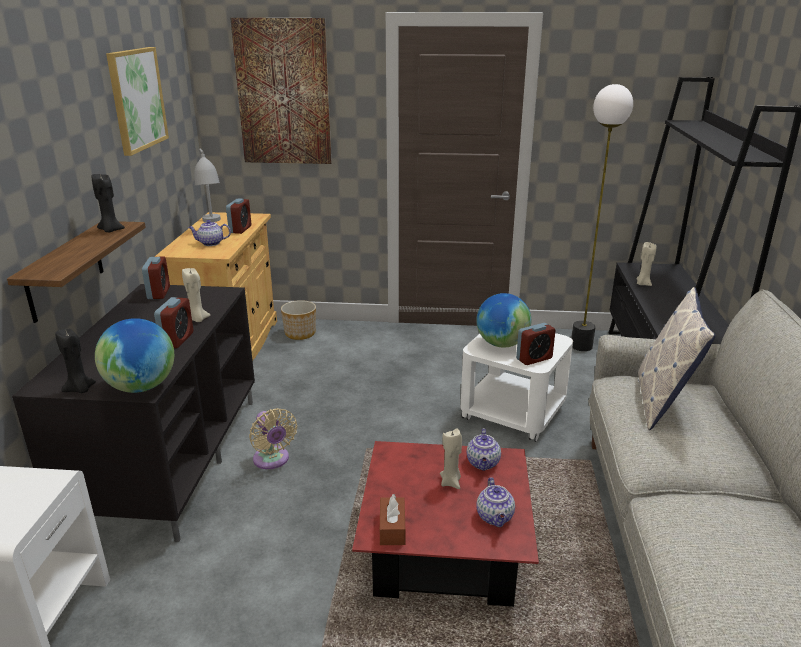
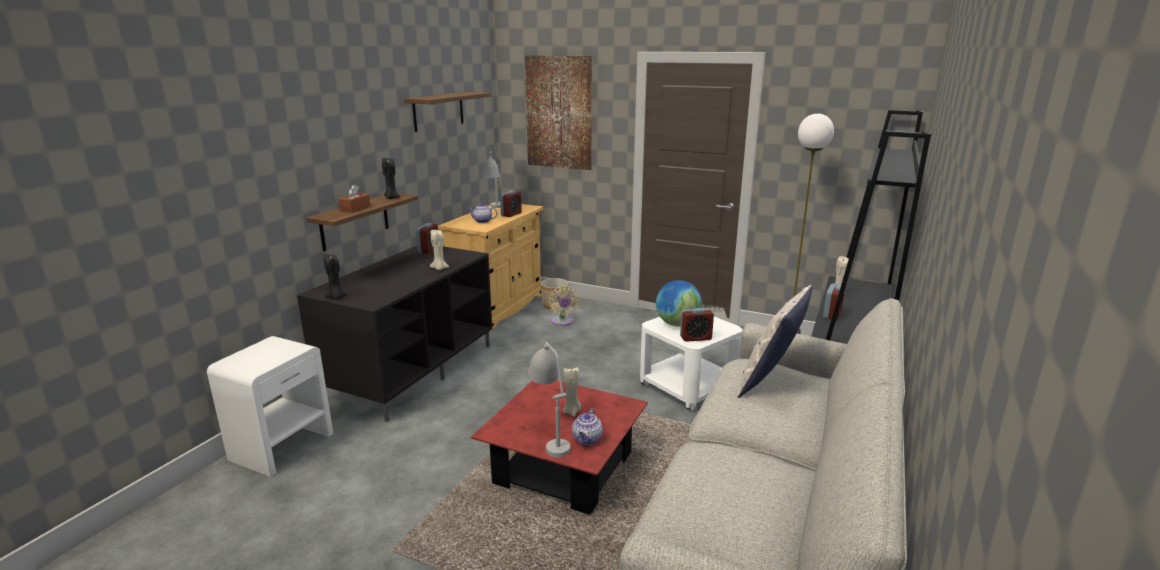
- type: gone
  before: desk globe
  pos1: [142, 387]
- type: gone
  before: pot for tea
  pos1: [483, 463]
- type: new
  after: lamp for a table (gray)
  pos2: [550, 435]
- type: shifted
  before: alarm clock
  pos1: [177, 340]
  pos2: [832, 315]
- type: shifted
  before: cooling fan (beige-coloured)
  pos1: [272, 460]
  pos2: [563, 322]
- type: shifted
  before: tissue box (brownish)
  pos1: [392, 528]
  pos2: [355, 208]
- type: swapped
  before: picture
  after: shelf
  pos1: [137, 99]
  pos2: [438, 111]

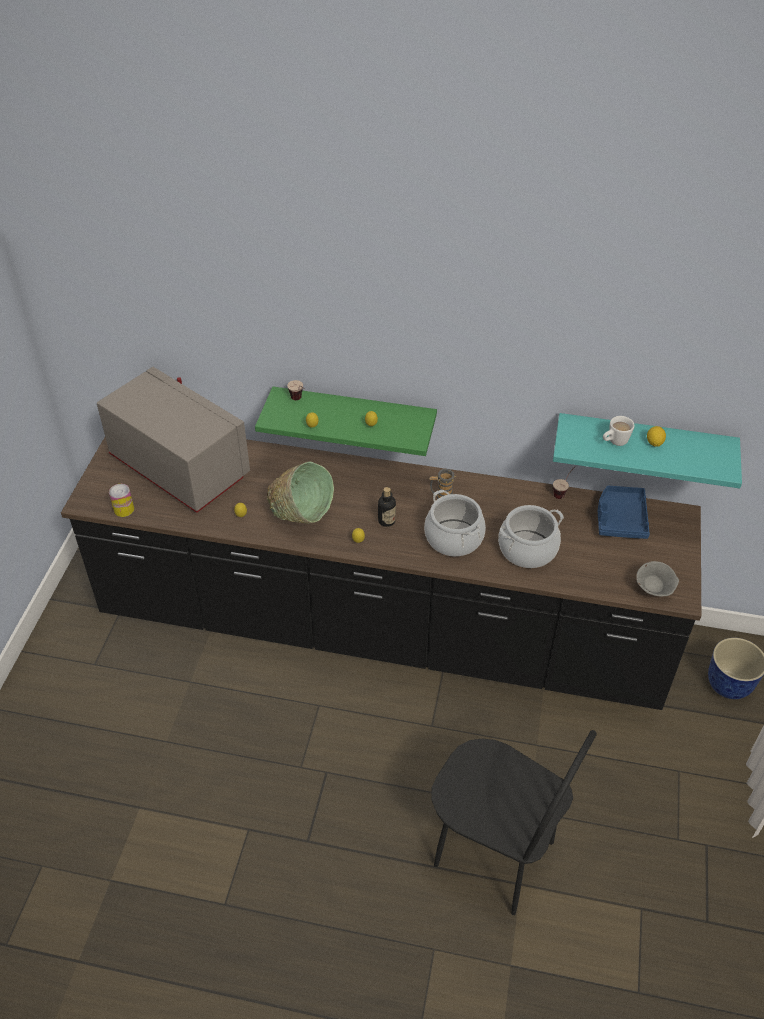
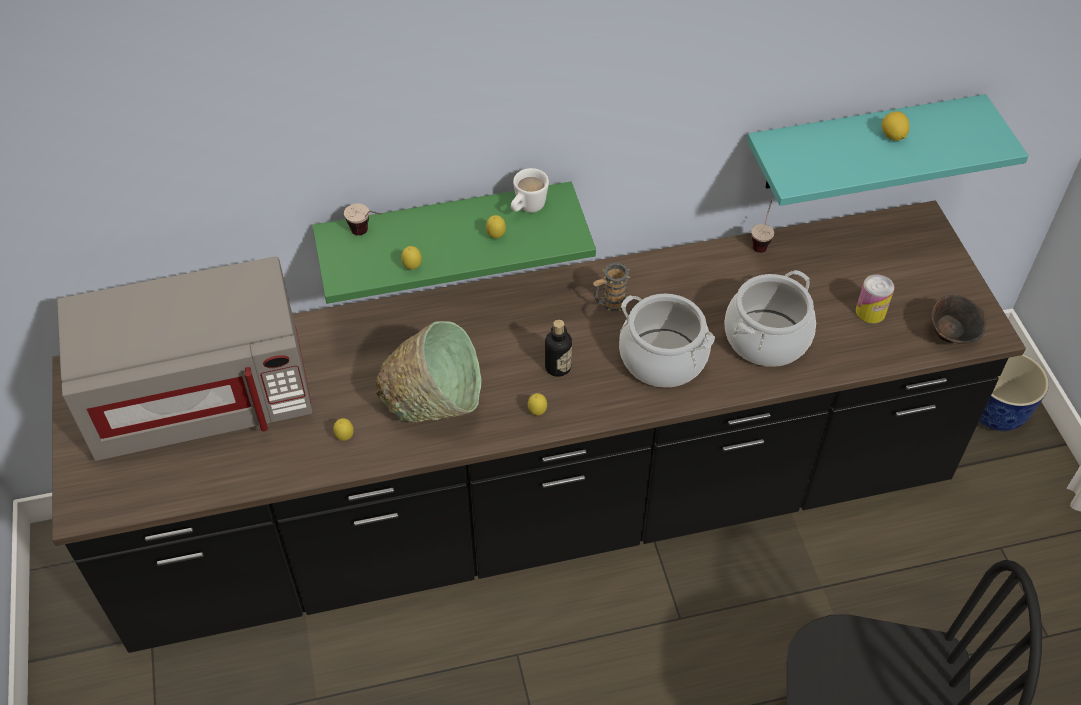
- type: gone
  before: carrying tray (bluish)
  pos1: [620, 519]
- type: shifted
  before: metal can
  pos1: [124, 509]
  pos2: [870, 312]
- type: shifted
  before: coffee mug (white-coloured)
  pos1: [614, 442]
  pos2: [527, 208]
- type: repainted
  before: deep dish (gray)
  after: deep dish (brownish)
  pos1: [654, 590]
  pos2: [951, 334]
- type: rotated
  before: microwave oven (gray)
  pos1: [178, 467]
  pos2: [203, 397]
  turn: 150

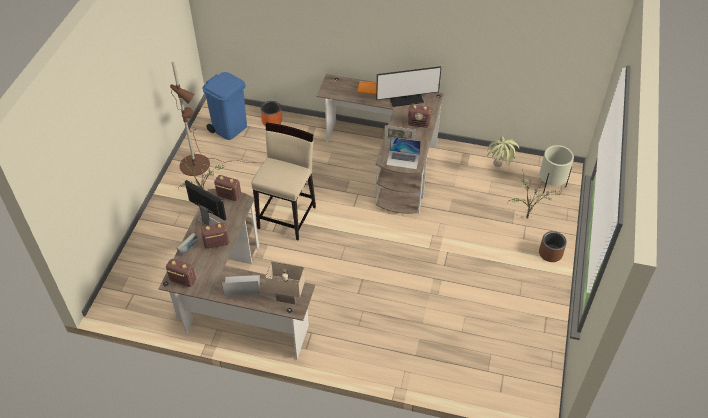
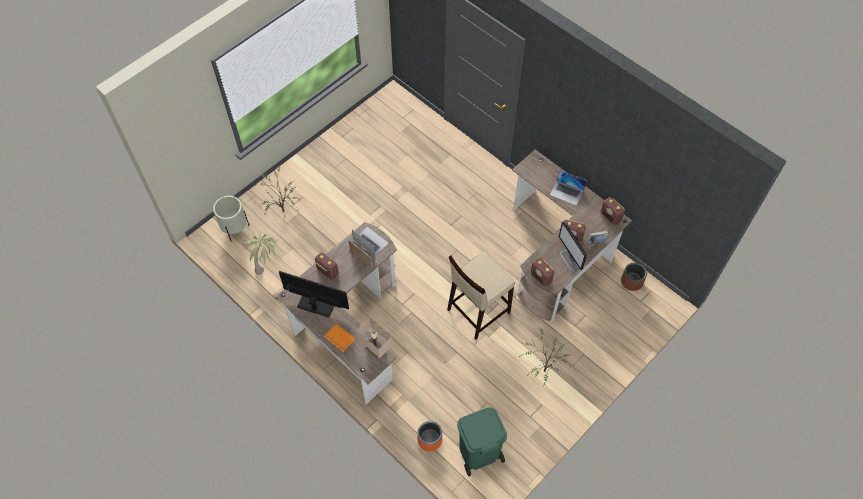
- type: gone
  before: standard lamp (brownish)
  pos1: [202, 164]
- type: shifted
  before: lamp for a table (beige-coloured)
  pos1: [288, 297]
  pos2: [375, 350]
- type: shifted
  before: flower pot (brownish)
  pos1: [550, 253]
  pos2: [632, 281]
- type: repainted
  before: waste bin (bluish)
  after: waste bin (greenish)
  pos1: [230, 128]
  pos2: [478, 453]

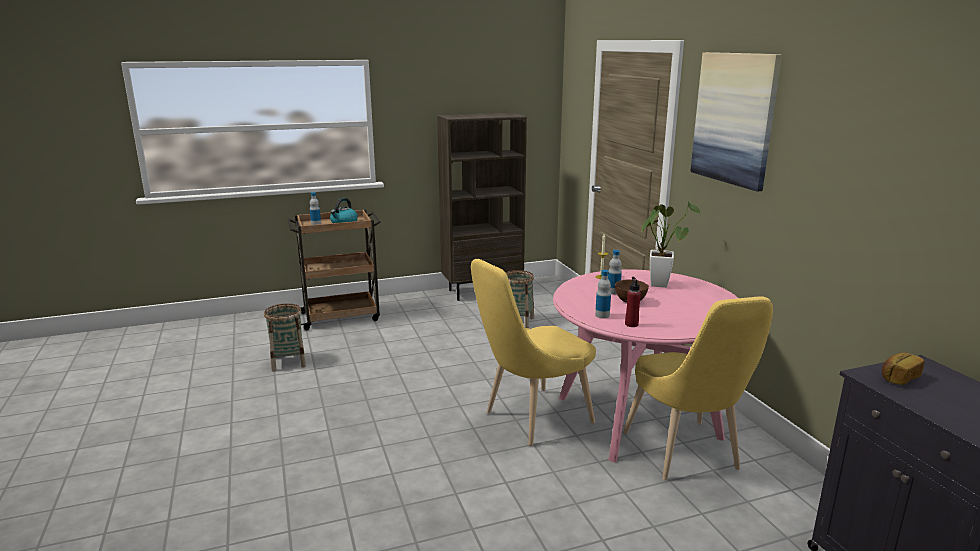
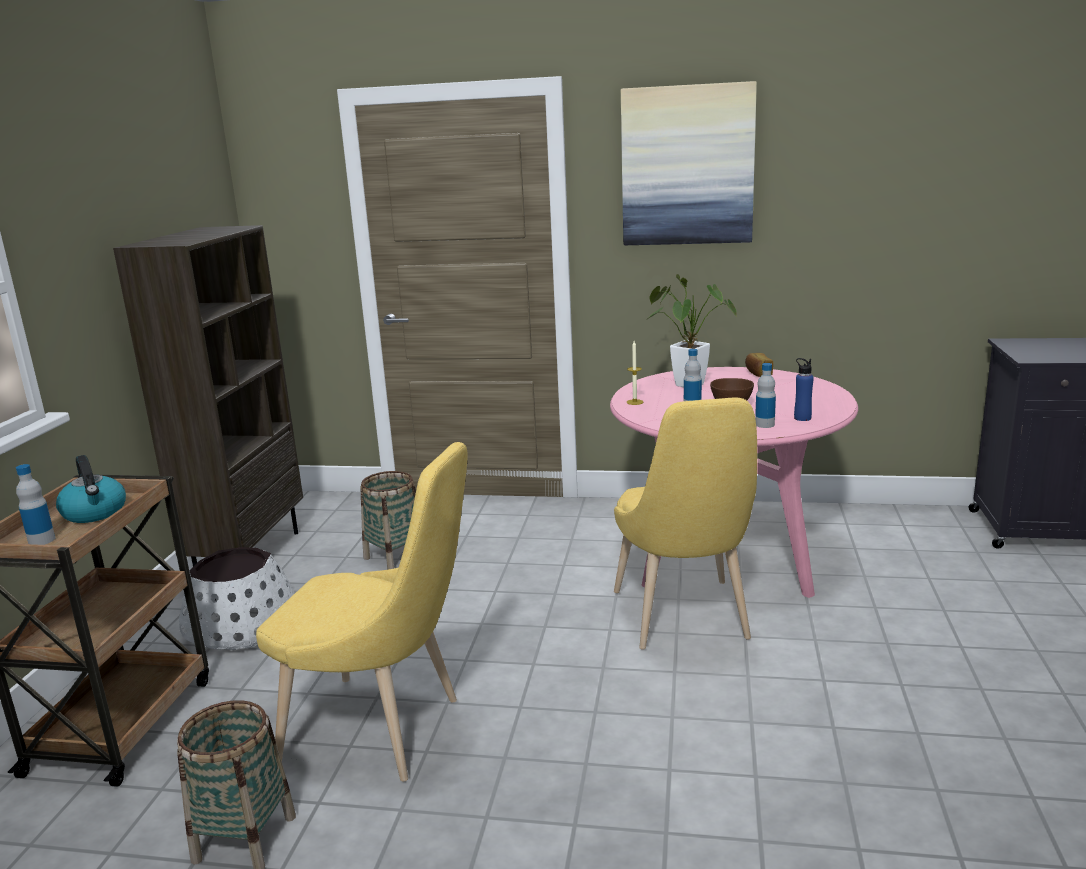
- type: new
  after: flower pot (white-coloured)
  pos2: [242, 628]
- type: shifted
  before: plain chair (yellowish)
  pos1: [685, 455]
  pos2: [383, 731]
- type: shifted
  before: baked bread
  pos1: [898, 377]
  pos2: [757, 373]
- type: repainted
  before: beverage bottle (red)
  after: beverage bottle (bluish)
  pos1: [631, 324]
  pos2: [802, 418]

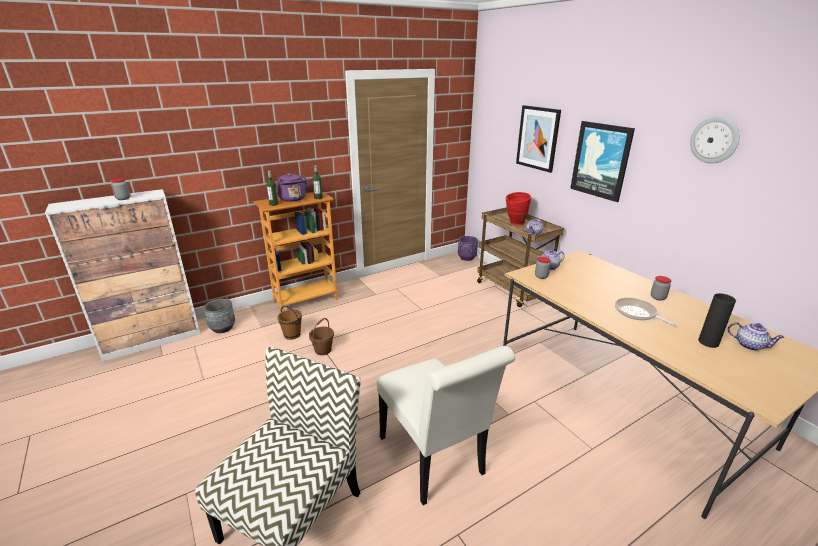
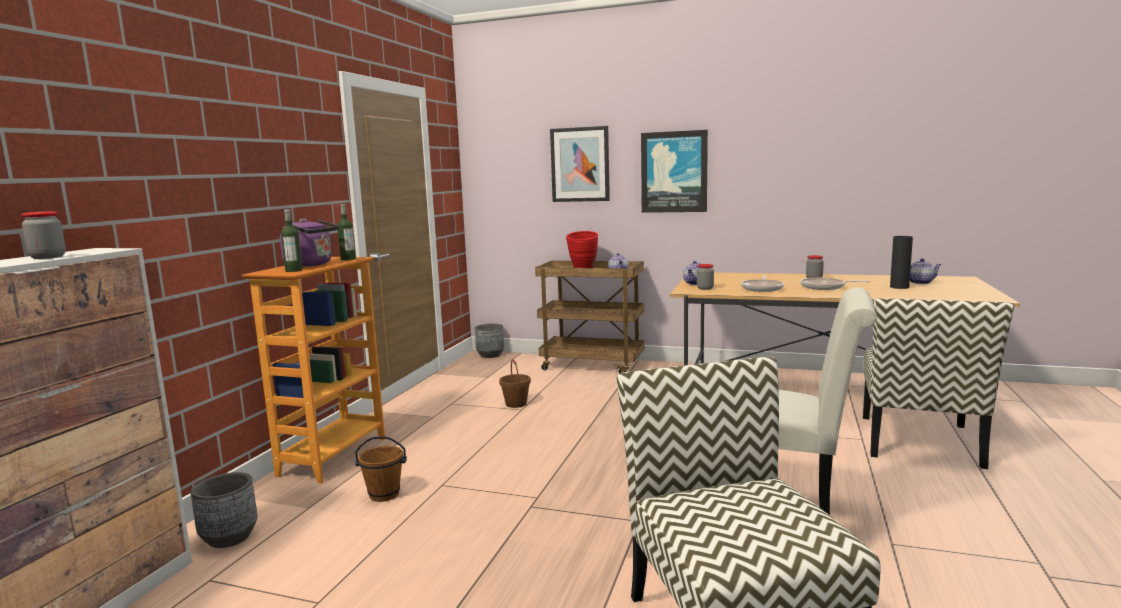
- type: gone
  before: wall clock
  pos1: [714, 140]
- type: new
  after: skillet
  pos2: [762, 288]
- type: new
  after: plain chair
  pos2: [920, 441]
- type: shifted
  before: pail (brownish)
  pos1: [323, 350]
  pos2: [515, 404]
- type: repainted
  before: flower pot (purplish)
  after: flower pot (gray)
  pos1: [466, 258]
  pos2: [490, 355]

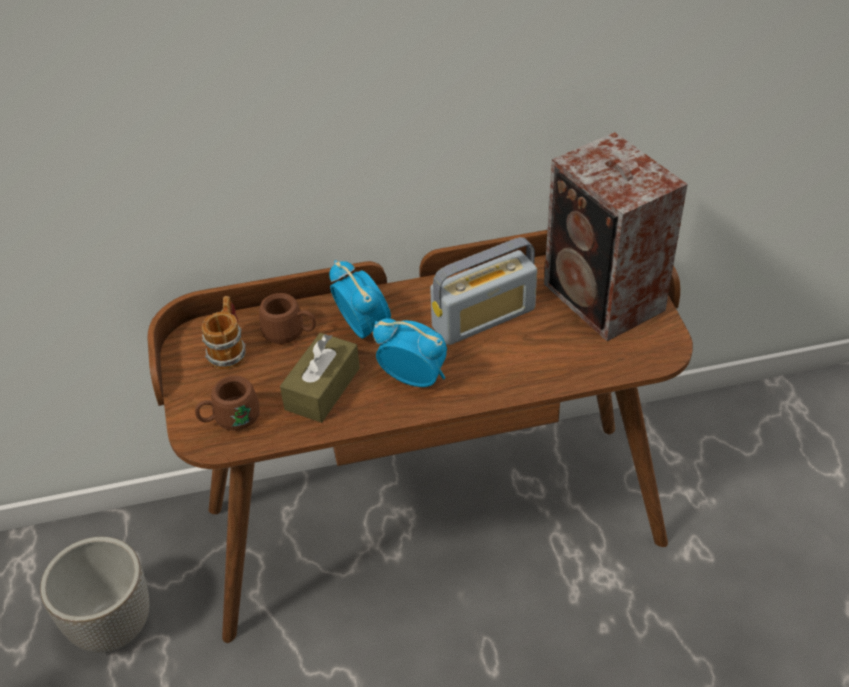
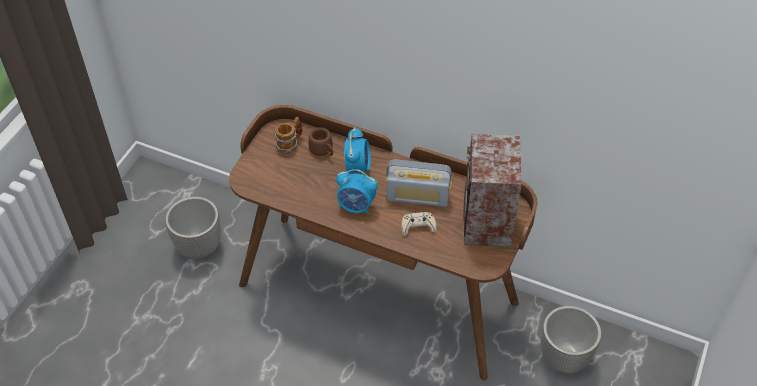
- type: gone
  before: coffee mug (brownish)
  pos1: [230, 419]
- type: gone
  before: tissue box (brownish)
  pos1: [322, 388]
- type: new
  after: game controller (beige-coloured)
  pos2: [418, 227]
- type: new
  after: flower pot
  pos2: [564, 358]
- type: rotated
  before: alarm clock
  pos1: [413, 378]
  pos2: [356, 207]
  turn: 135

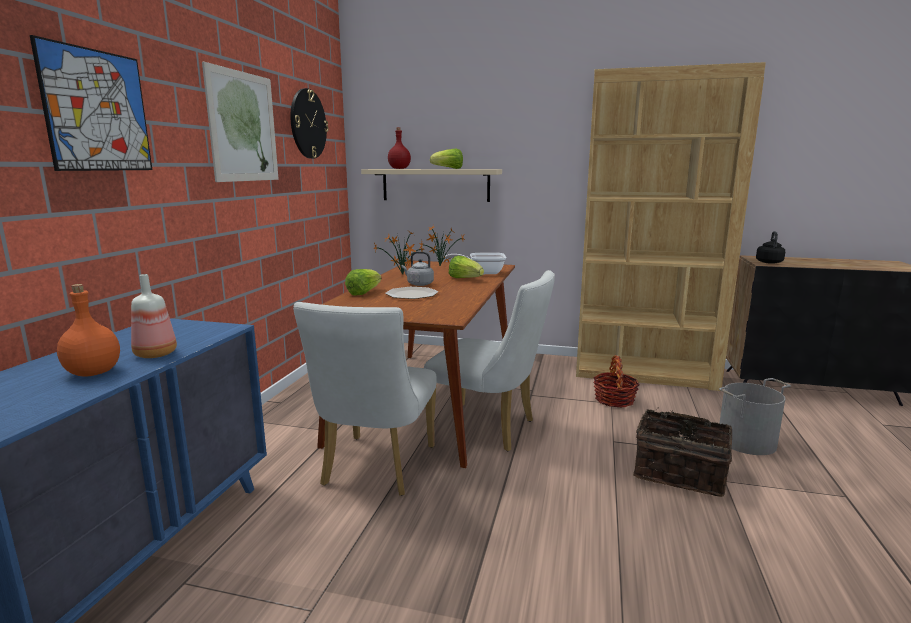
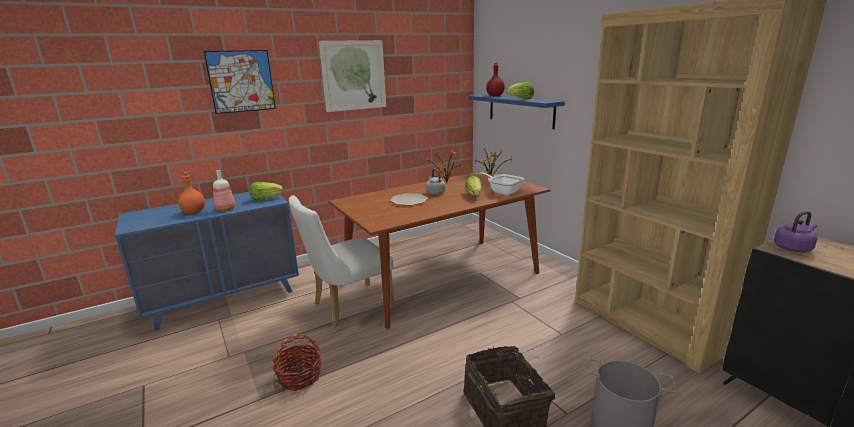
- type: gone
  before: wall clock
  pos1: [308, 124]
- type: gone
  before: plain chair (white-coloured)
  pos1: [490, 429]
- type: shifted
  before: lettuce
  pos1: [363, 293]
  pos2: [265, 199]
- type: shifted
  before: basket
  pos1: [614, 400]
  pos2: [300, 377]
- type: repainted
  before: shelf (beige-coloured)
  after: shelf (bluish)
  pos1: [435, 185]
  pos2: [520, 110]
- type: repainted
  before: water kettle (black-coloured)
  after: water kettle (purplish)
  pos1: [769, 262]
  pos2: [793, 248]

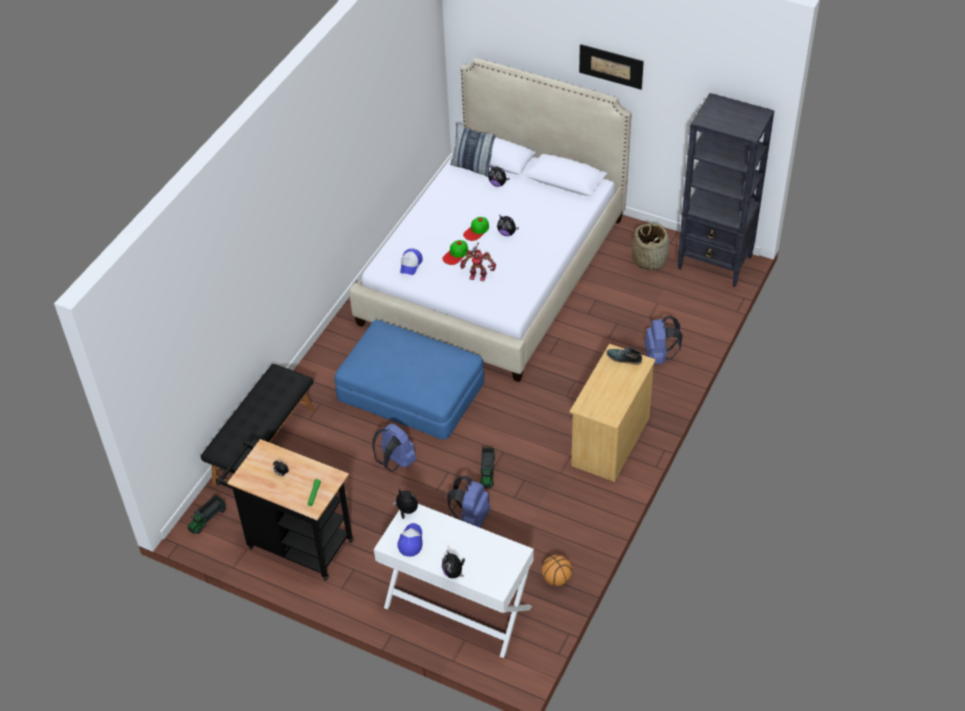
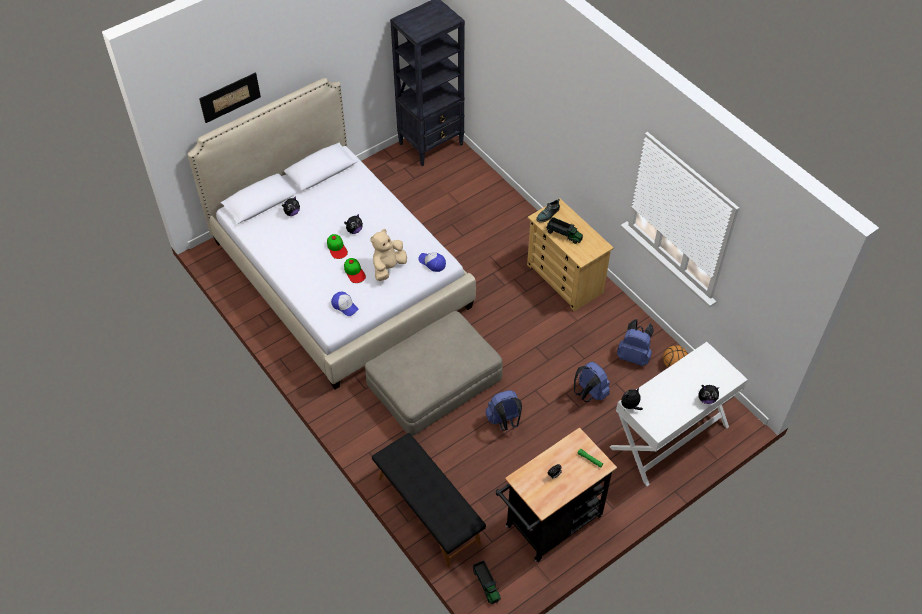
- type: gone
  before: cushion
  pos1: [473, 167]
- type: gone
  before: basket
  pos1: [649, 259]
- type: shifted
  before: baseball cap
  pos1: [411, 541]
  pos2: [432, 263]
- type: shifted
  before: model truck
  pos1: [487, 472]
  pos2: [564, 234]
- type: shifted
  before: picture
  pos1: [611, 66]
  pos2: [230, 97]
- type: shifted
  before: rucksack (bluish)
  pos1: [659, 356]
  pos2: [634, 356]
- type: swapped
  before: robot figure
  after: cuddly toy (beige-coloured)
  pos1: [478, 275]
  pos2: [388, 267]
- type: repainted
  before: ottoman (bluish)
  after: ottoman (beige-coloured)
  pos1: [411, 390]
  pos2: [434, 380]

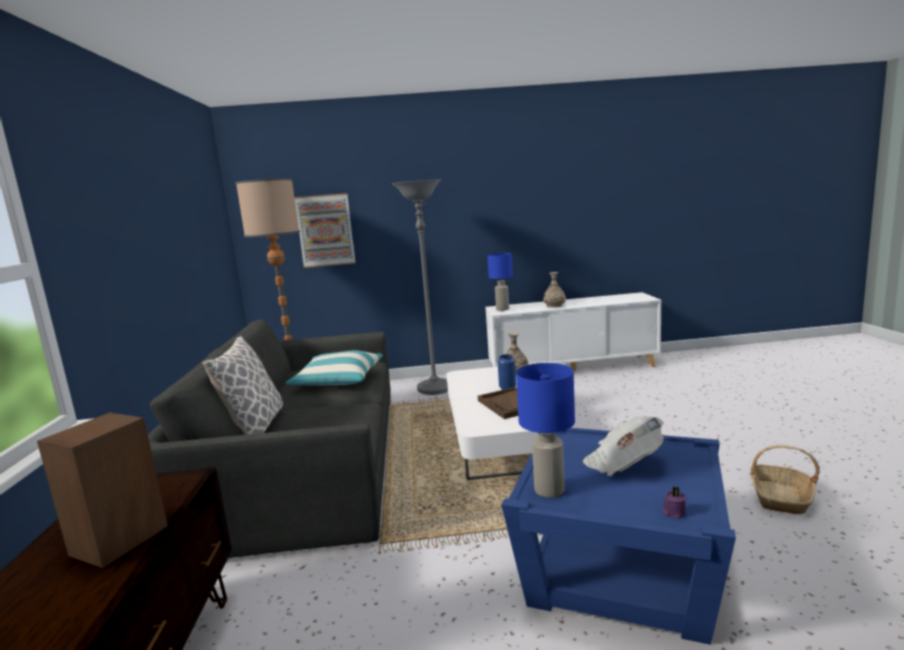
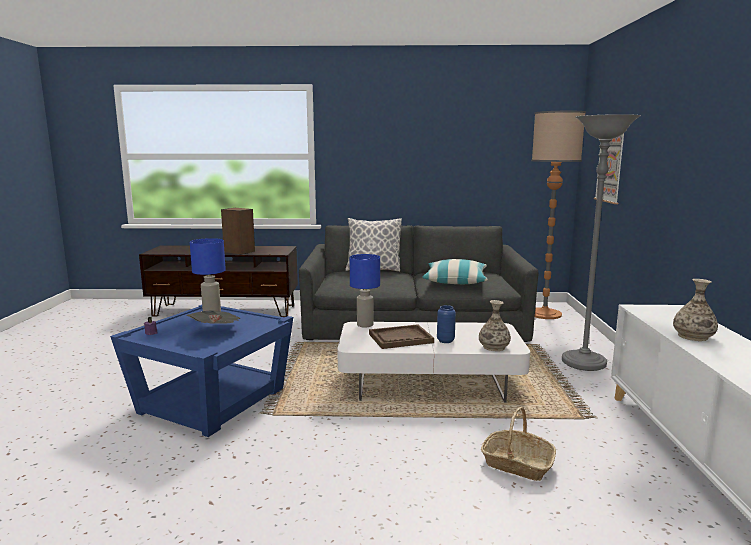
- type: shifted
  before: lamp for a table (bluish)
  pos1: [502, 309]
  pos2: [365, 325]
- type: shifted
  before: basket
  pos1: [780, 497]
  pos2: [517, 464]

